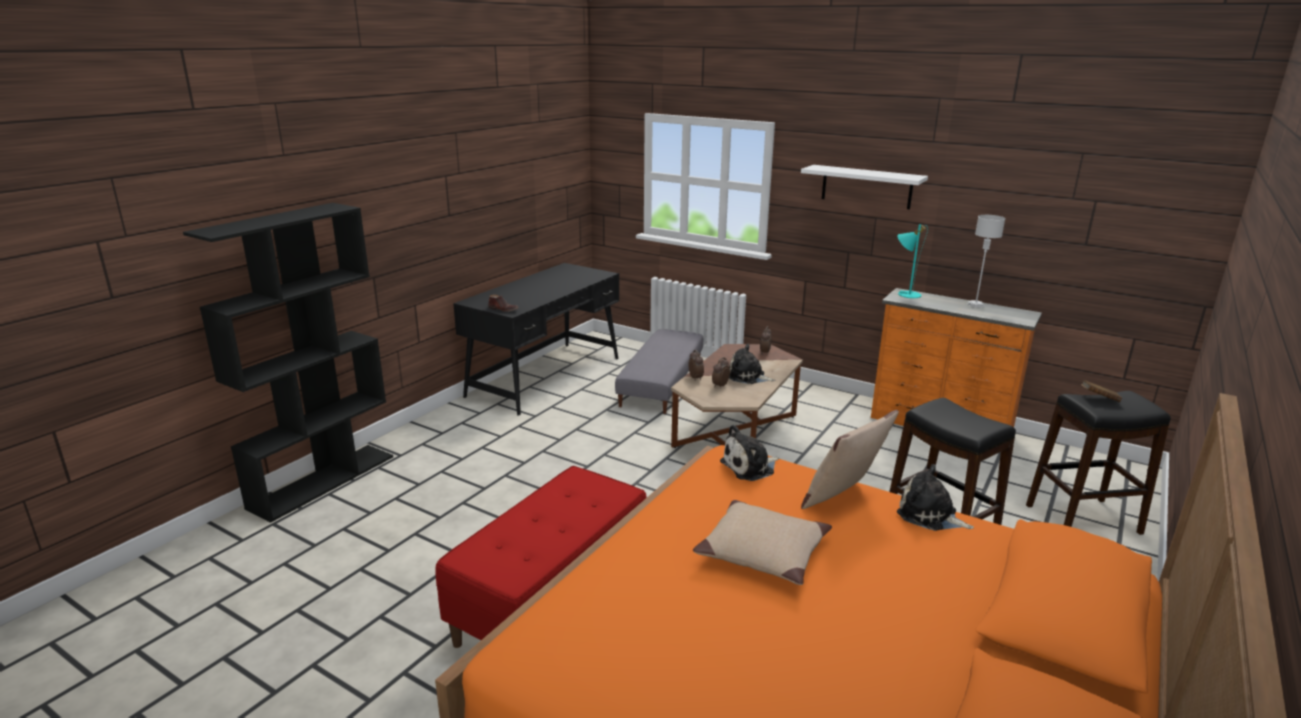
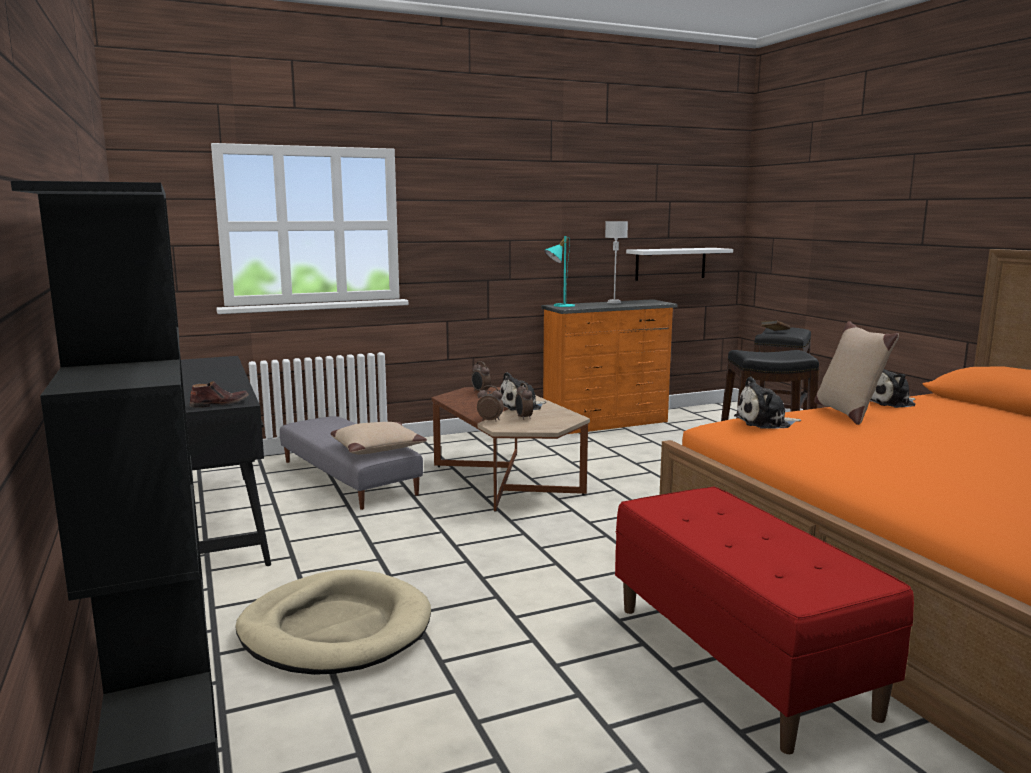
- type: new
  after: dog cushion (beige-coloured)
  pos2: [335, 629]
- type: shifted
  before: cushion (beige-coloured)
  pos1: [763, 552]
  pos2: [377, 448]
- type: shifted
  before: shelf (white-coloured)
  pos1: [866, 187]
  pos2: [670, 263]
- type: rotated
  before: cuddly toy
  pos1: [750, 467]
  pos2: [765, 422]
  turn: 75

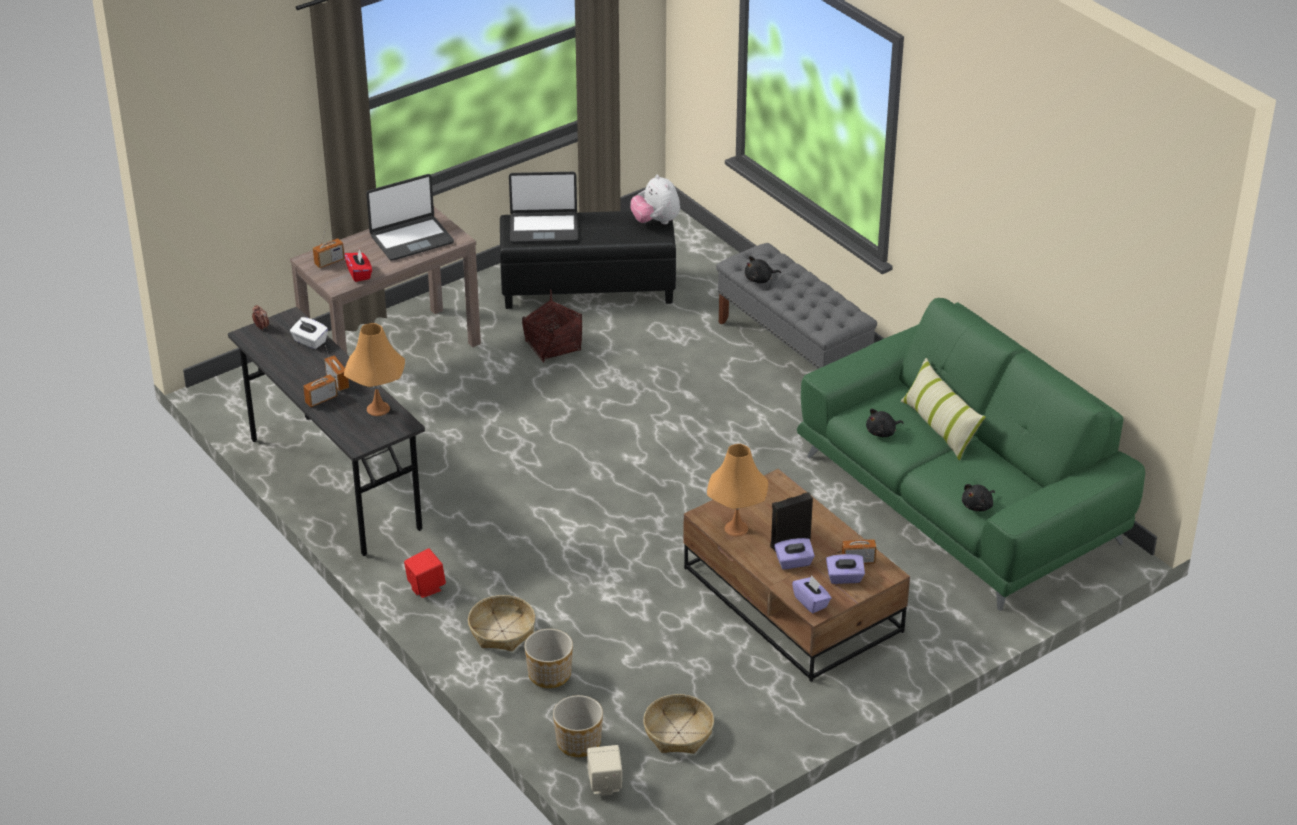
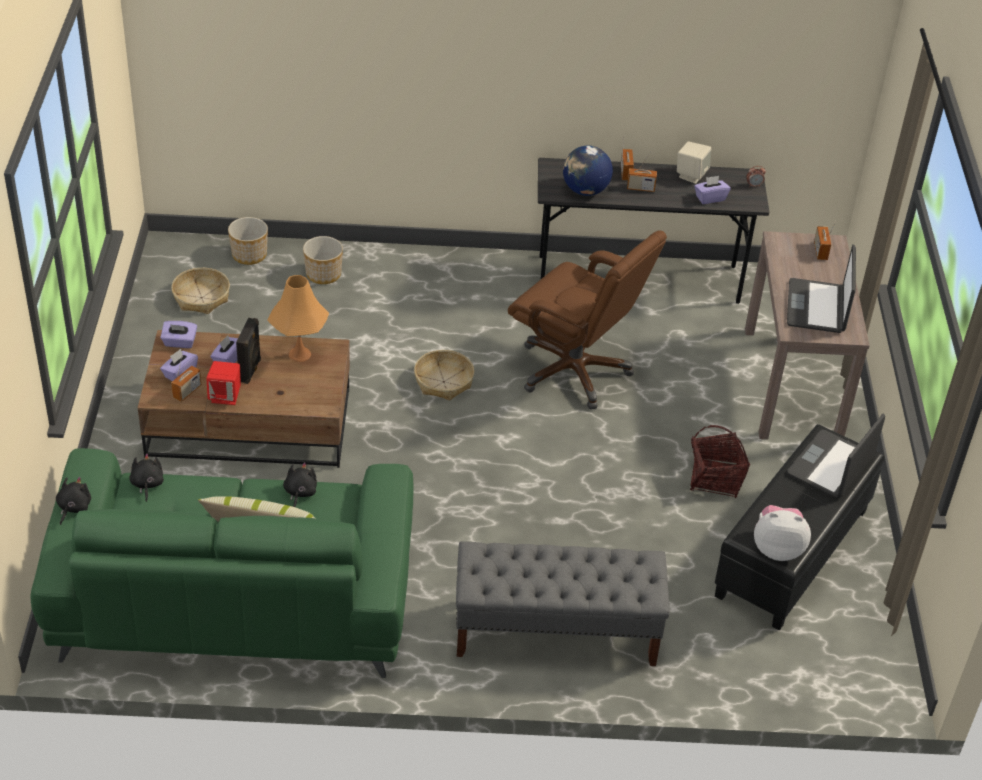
- type: gone
  before: tissue box (red)
  pos1: [359, 274]
- type: new
  after: office chair (brownish)
  pos2: [575, 371]
- type: shifted
  before: speaker (red)
  pos1: [425, 587]
  pos2: [225, 396]
- type: shifted
  before: basket
  pos1: [502, 631]
  pos2: [443, 382]
- type: shifted
  before: speaker (beige-coloured)
  pos1: [605, 785]
  pos2: [691, 175]
- type: shifted
  before: cuddly toy (black-coloured)
  pos1: [760, 279]
  pos2: [73, 508]
- type: swapped
  before: lamp for a table (orangey)
  after: desk globe
  pos1: [378, 409]
  pos2: [585, 191]
- type: repainted
  before: tissue box (white-coloured)
  after: tissue box (purplish)
  pos1: [309, 341]
  pos2: [710, 198]

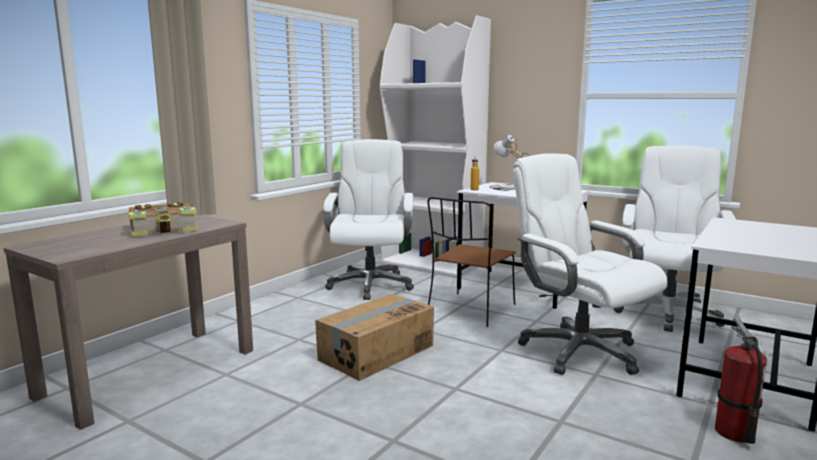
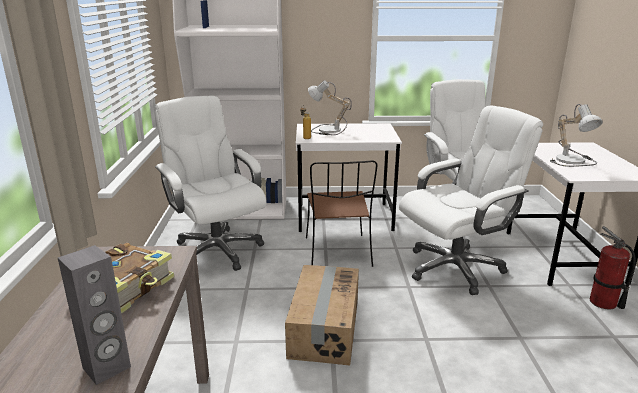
- type: new
  after: speaker (gray)
  pos2: [107, 368]
- type: new
  after: lamp for a table
  pos2: [573, 160]
- type: rotated
  before: office chair (white-coloured)
  pos1: [578, 351]
  pos2: [455, 268]
  turn: 135

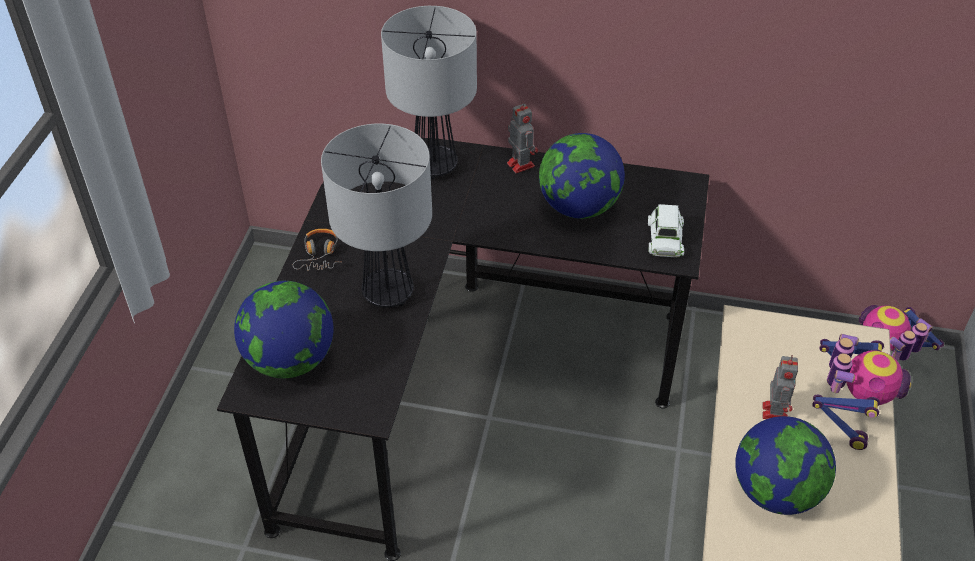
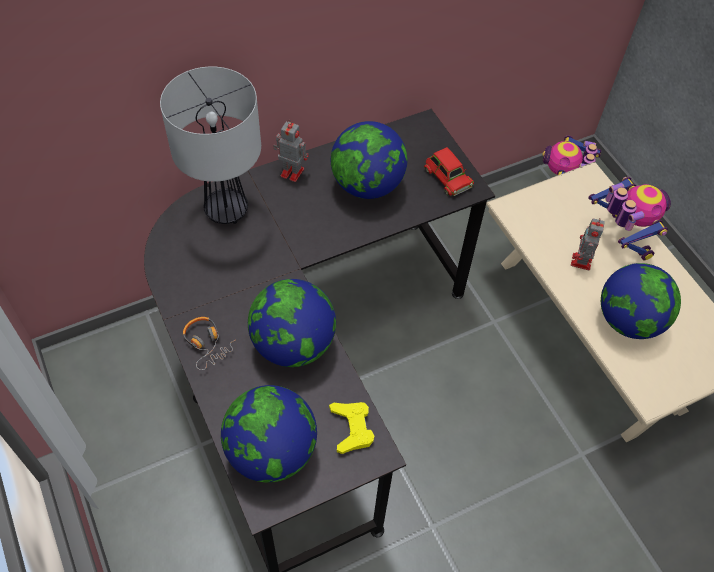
- type: new
  after: game controller (yellowish)
  pos2: [352, 428]
- type: swapped
  before: lamp for a table
  after: desk globe
  pos1: [387, 293]
  pos2: [293, 344]
- type: repainted
  before: model car (white-coloured)
  after: model car (red)
  pos1: [665, 237]
  pos2: [447, 176]
- type: rotated
  before: robot figure
  pos1: [774, 410]
  pos2: [581, 262]
  turn: -135

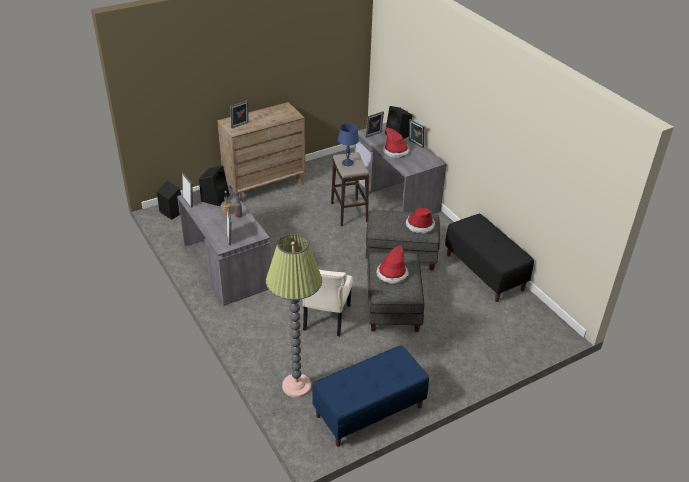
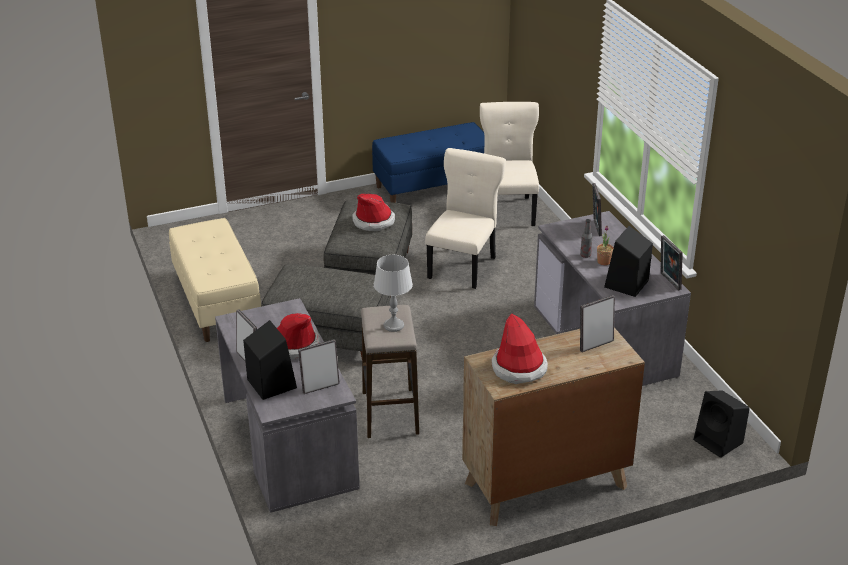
- type: shifted
  before: clothing hat
  pos1: [419, 225]
  pos2: [519, 368]
- type: swapped
  before: standard lamp
  after: plain chair (beige-coloured)
  pos1: [296, 386]
  pos2: [508, 210]
- type: repainted
  before: lamp for a table (bluish)
  after: lamp for a table (gray)
  pos1: [347, 163]
  pos2: [393, 325]
- type: repainted
  before: bench (black-coloured)
  after: bench (beige-coloured)
  pos1: [485, 272]
  pos2: [216, 303]

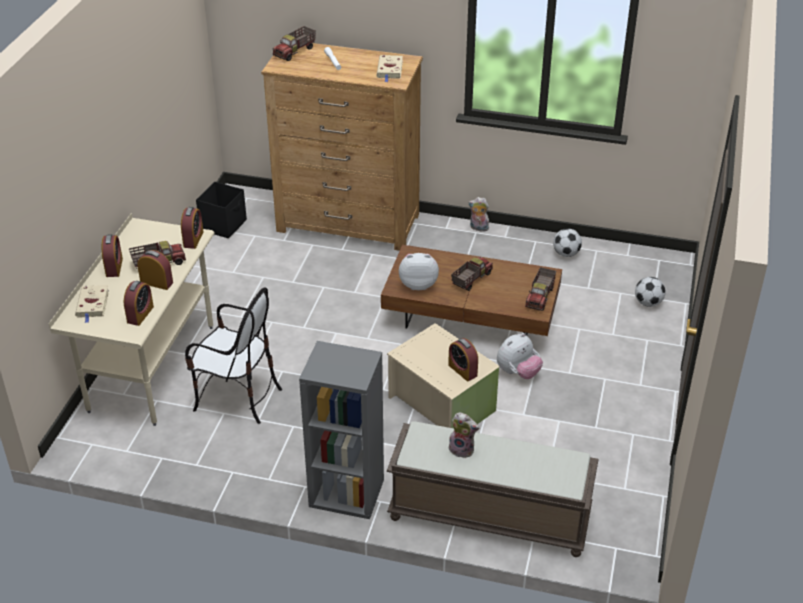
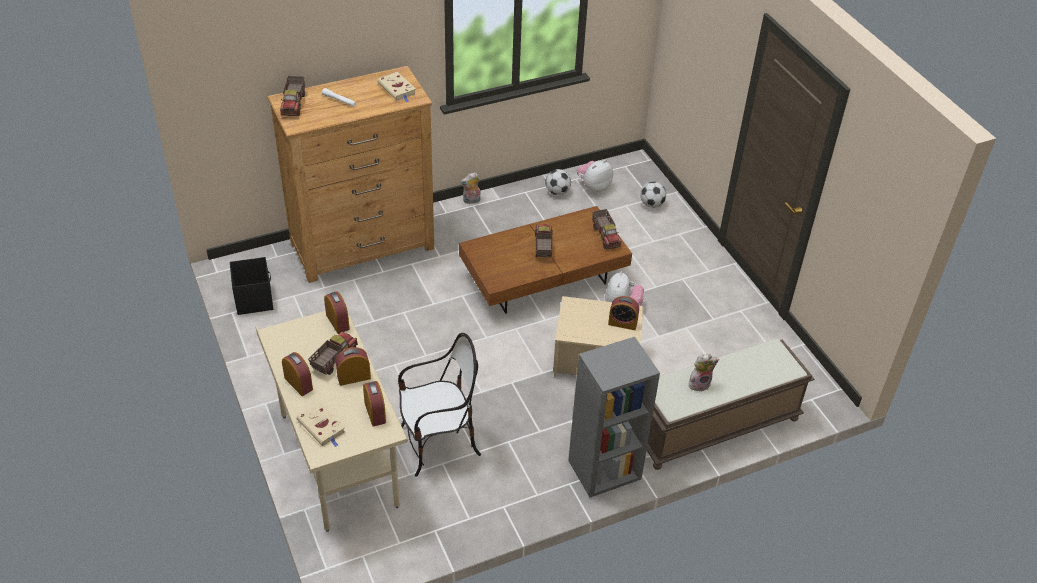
- type: shifted
  before: cuddly toy
  pos1: [418, 284]
  pos2: [593, 187]

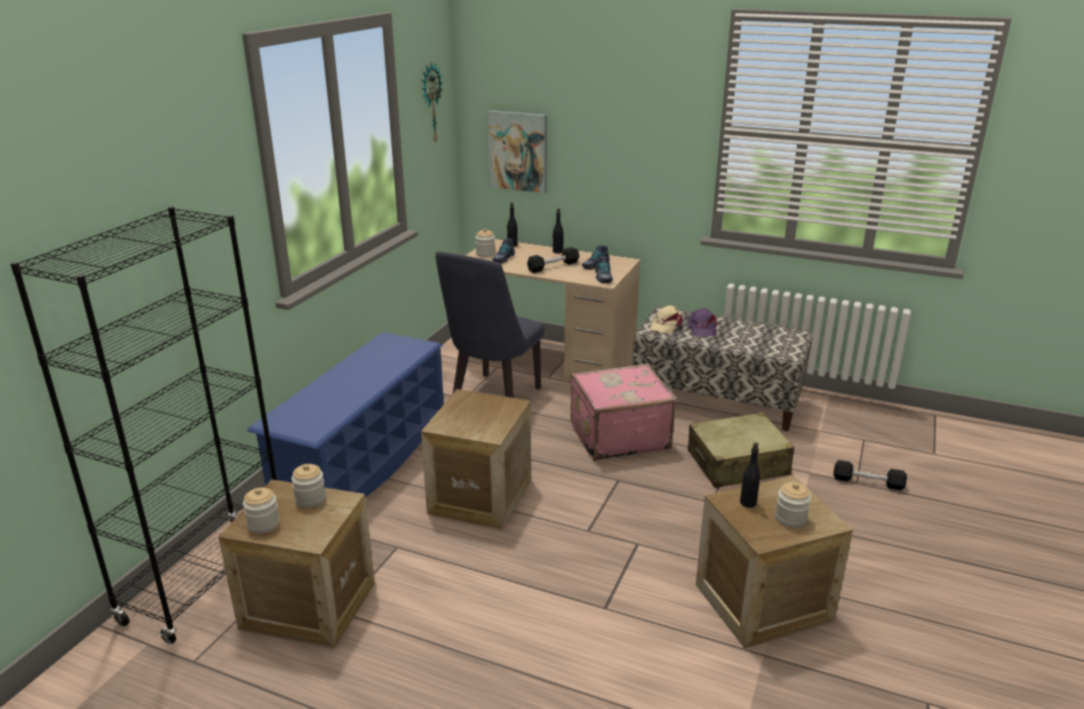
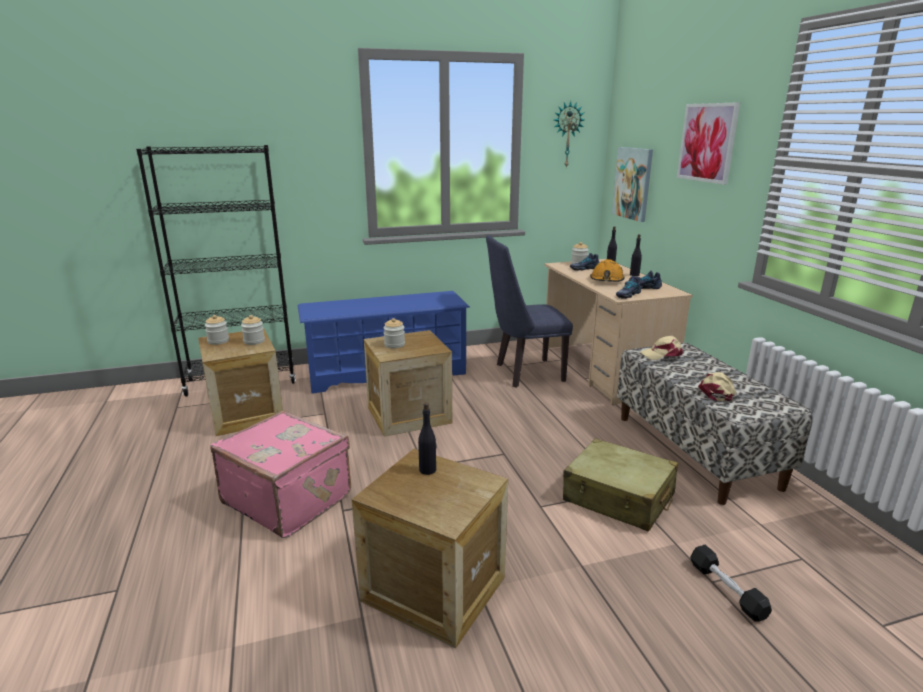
- type: gone
  before: baseball cap (purplish)
  pos1: [702, 328]
- type: new
  after: picture
  pos2: [707, 143]
- type: new
  after: baseball cap (beige-coloured)
  pos2: [717, 391]
- type: shifted
  before: travel case (pink)
  pos1: [618, 436]
  pos2: [288, 498]
- type: shifted
  before: preserve jar
  pos1: [790, 518]
  pos2: [394, 345]
- type: swapped
  before: free weight (black-coloured)
  after: work helmet (orangey)
  pos1: [553, 266]
  pos2: [606, 280]

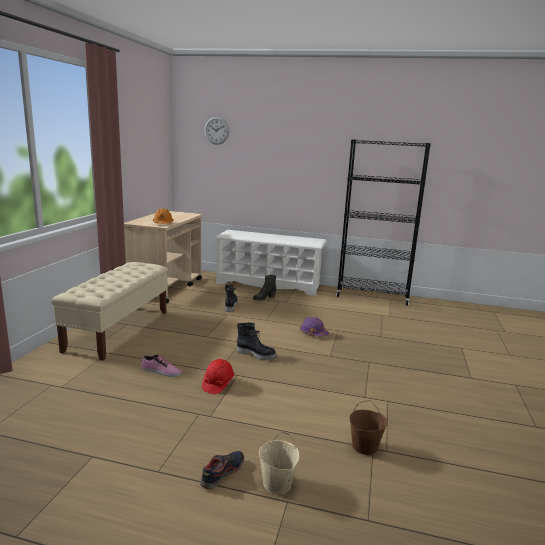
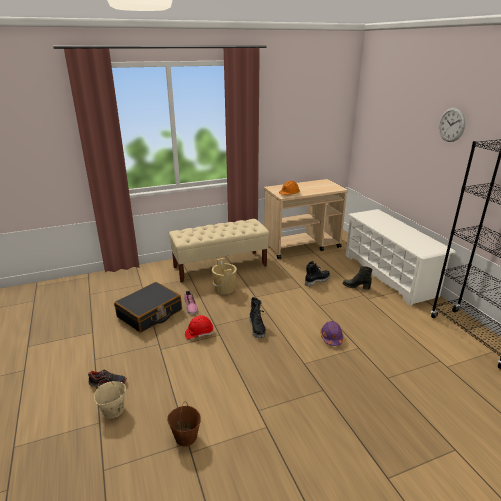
- type: new
  after: travel case (black-coloured)
  pos2: [150, 314]
- type: new
  after: pail (beige-coloured)
  pos2: [224, 289]
- type: shifted
  before: wall clock
  pos1: [216, 130]
  pos2: [451, 125]

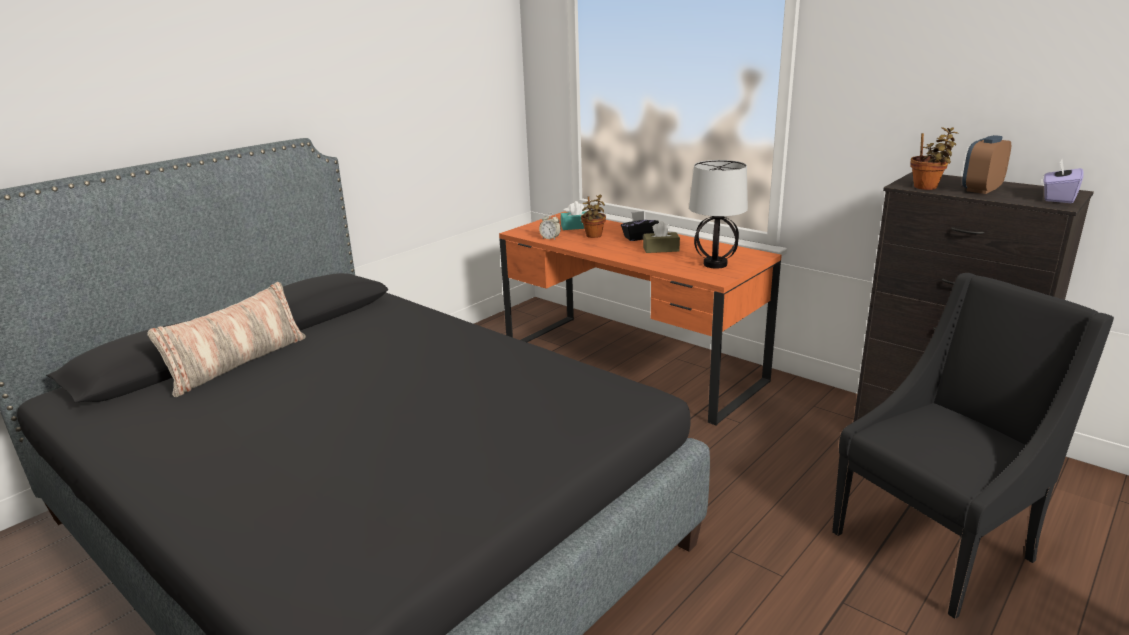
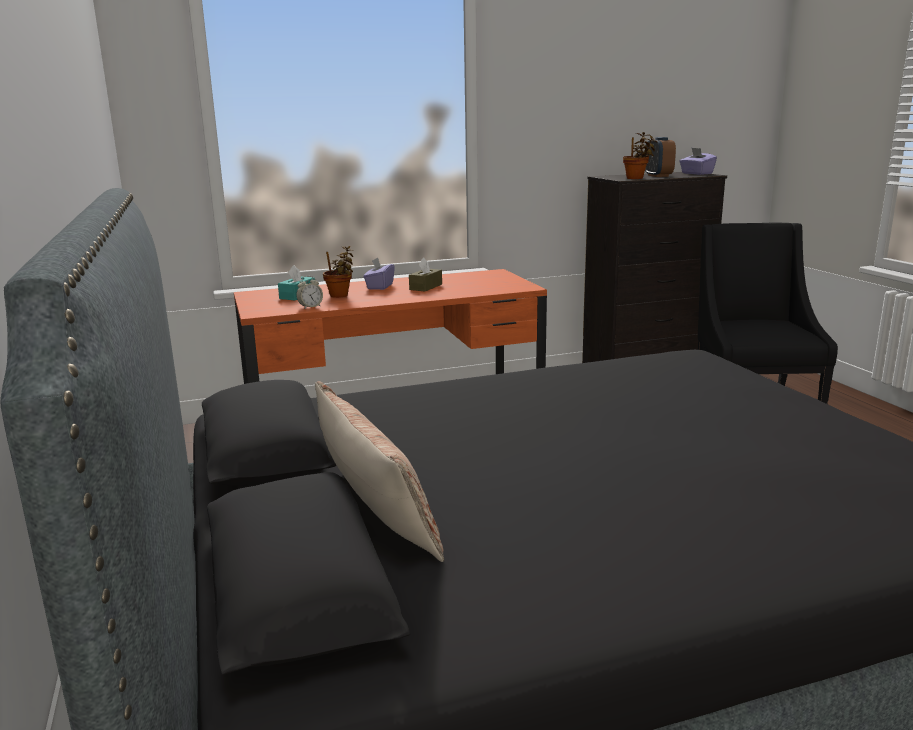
- type: gone
  before: lamp for a table
  pos1: [714, 264]
- type: repainted
  before: tissue box (black-coloured)
  after: tissue box (purplish)
  pos1: [639, 237]
  pos2: [379, 286]

